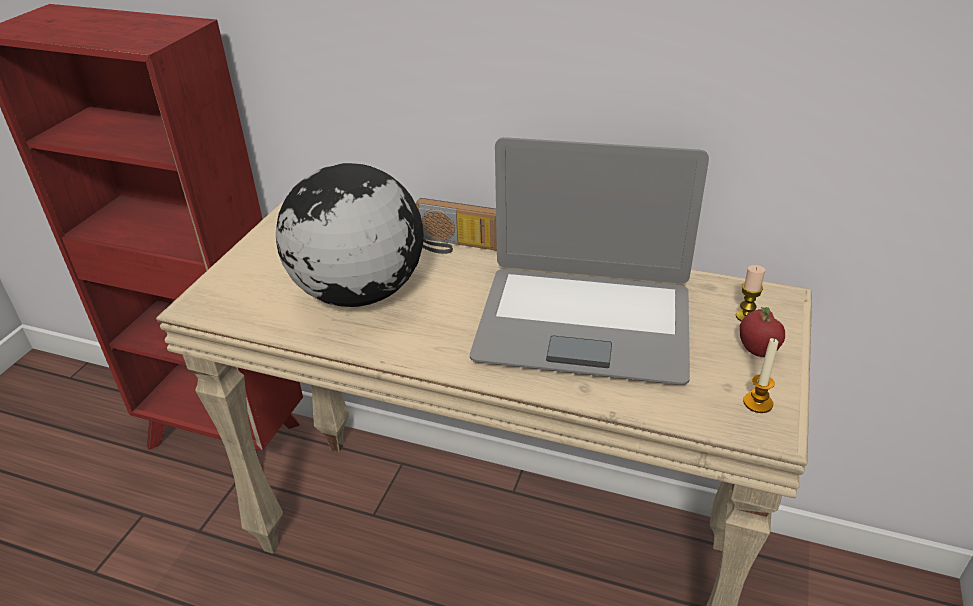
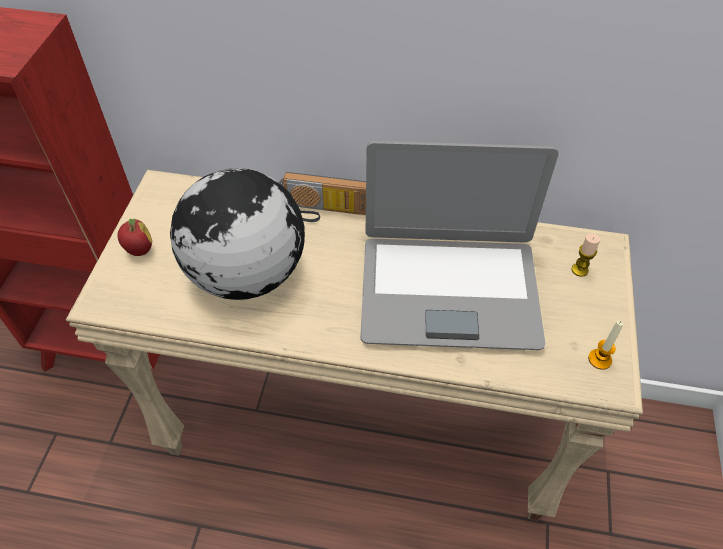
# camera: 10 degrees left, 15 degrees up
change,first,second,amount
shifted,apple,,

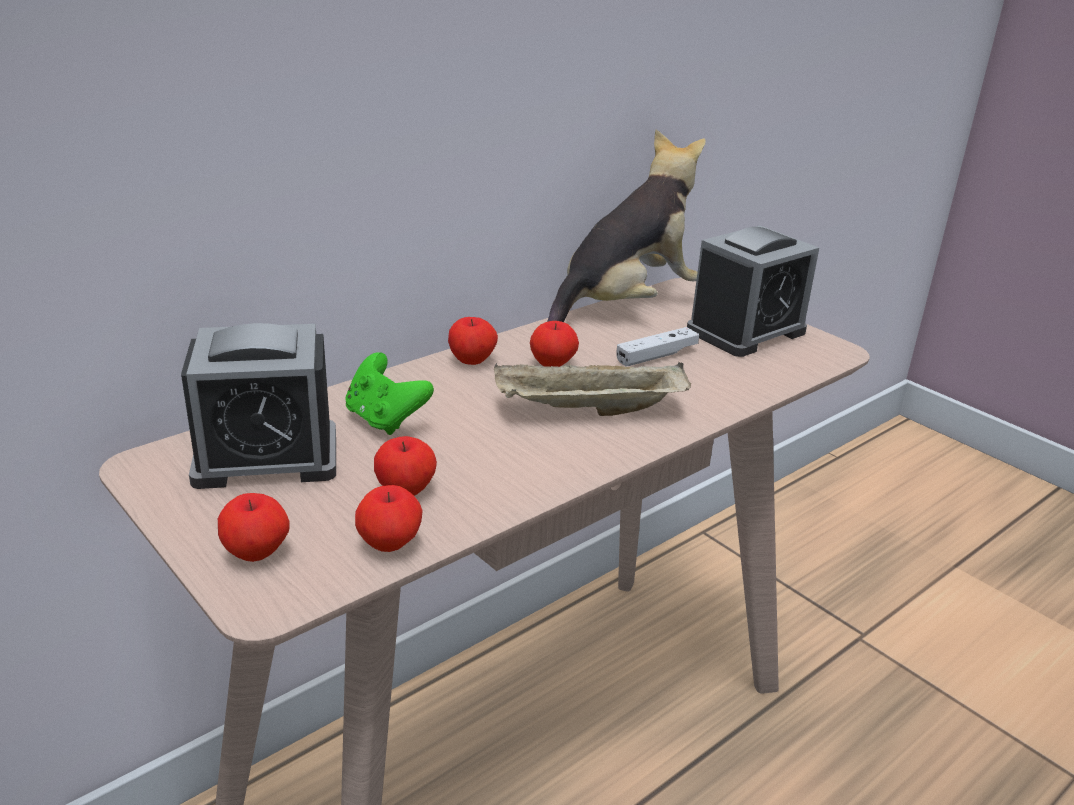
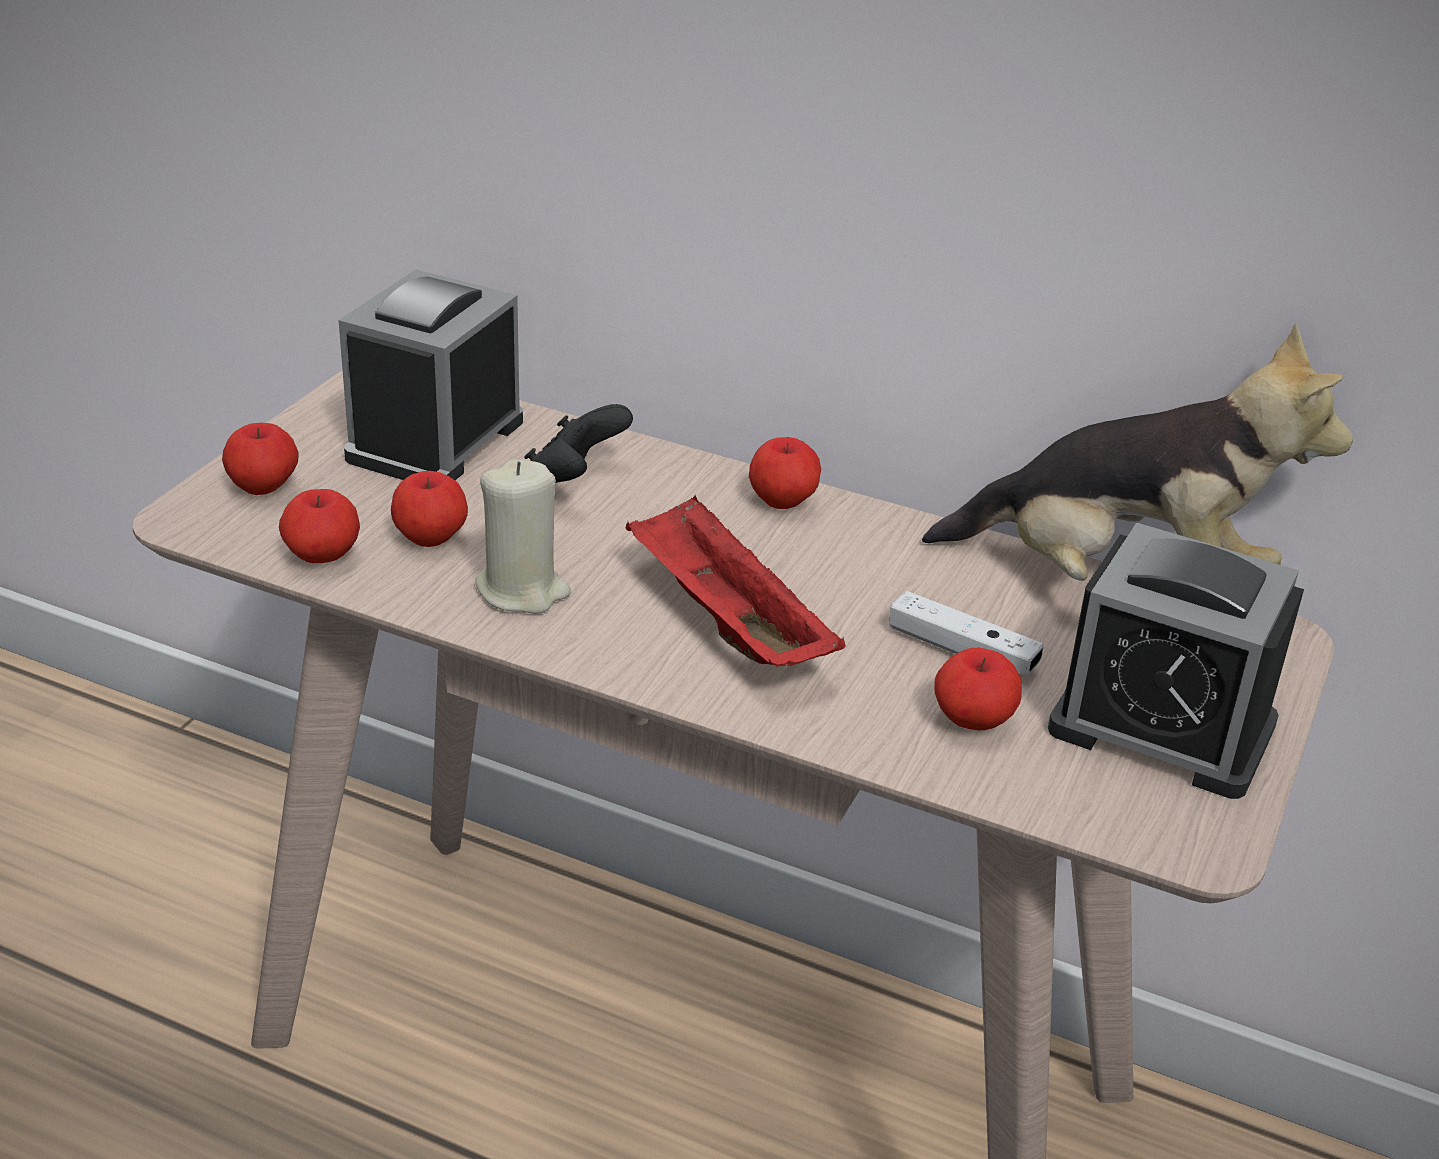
# camera: 65 degrees right, 5 degrees up
change,first,second,amount
new,,candle/beige,
shifted,apple (no. 5 from left),,
repainted,game controller/green,game controller/black,
repainted,tray/beige,tray/red,
rotated,alarm clock (no. 1 from left),,60 degrees clockwise

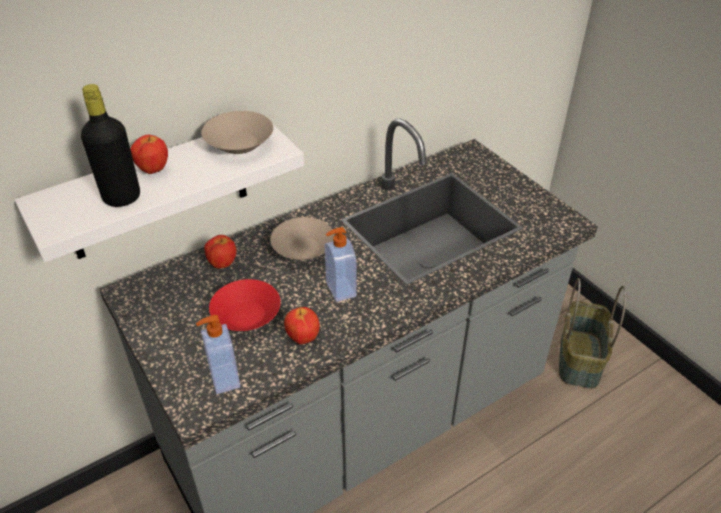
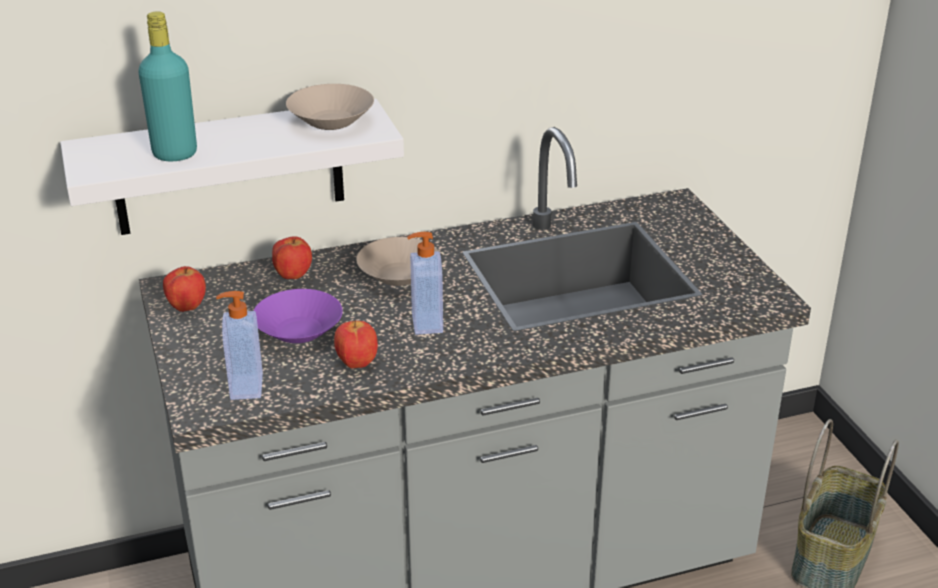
# camera: 15 degrees right, 10 degrees down
change,first,second,amount
shifted,apple (no. 1 from left),,
repainted,bottle/black,bottle/turquoise,
repainted,bowl/red,bowl/purple,

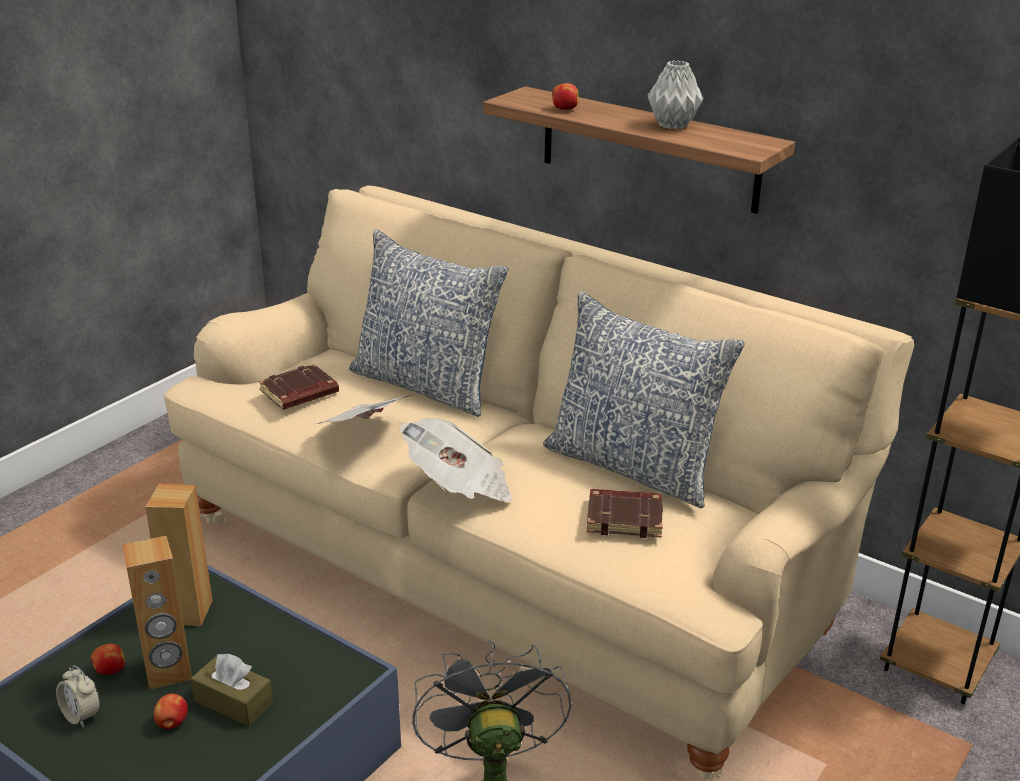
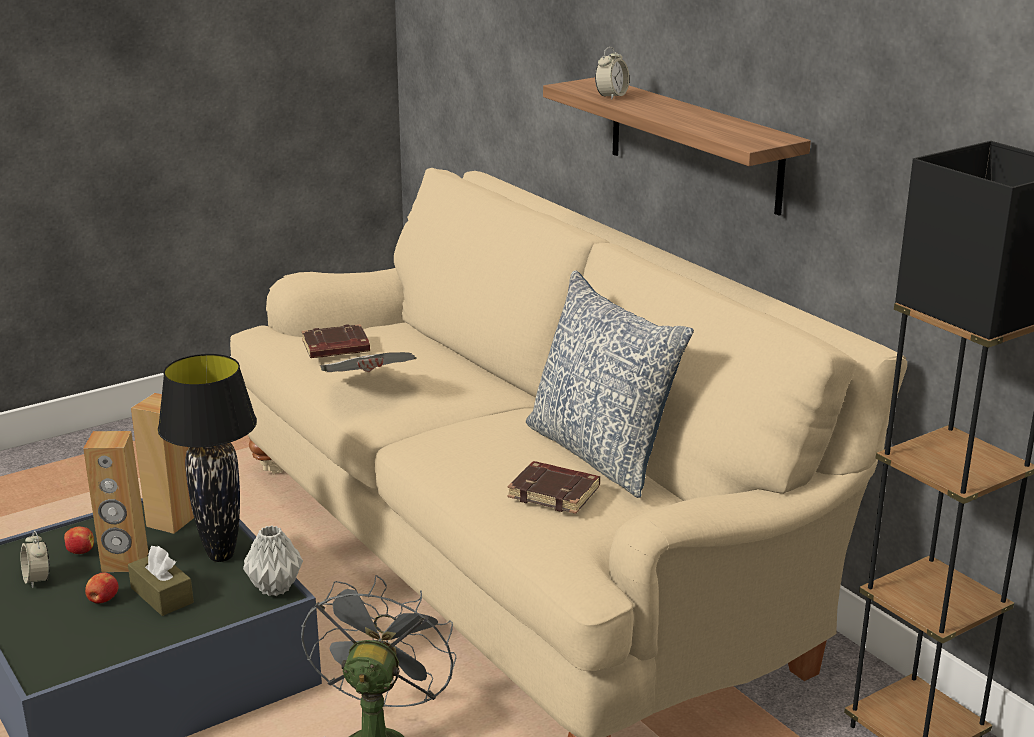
# camera: 20 degrees right, 5 degrees down
change,first,second,amount
gone,pillow (no. 1 from left),,
gone,newspaper (no. 2 from left),,
new,,table lamp/black,
shifted,vase/grey,,
swapped,apple (no. 3 from left),alarm clock (no. 2 from left),

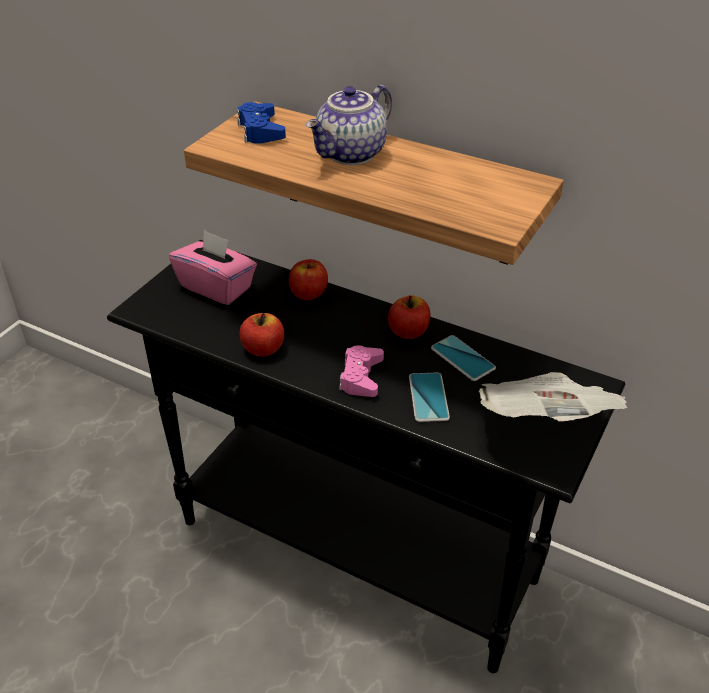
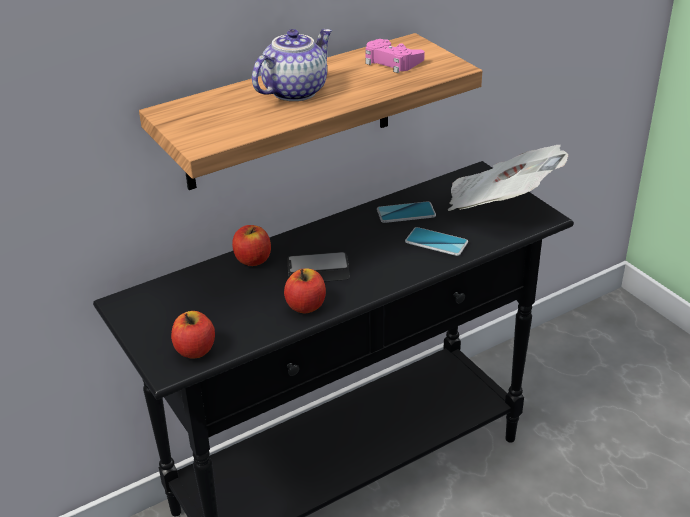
# camera: 60 degrees left, 5 degrees down
change,first,second,amount
gone,tissue box/pink,,
gone,game controller/blue,,
new,,phone (no. 1 from left),
shifted,game controller/pink,,
shifted,apple (no. 3 from left in the first image),apple (no. 1 from left),
rotated,teapot,,120 degrees counterclockwise

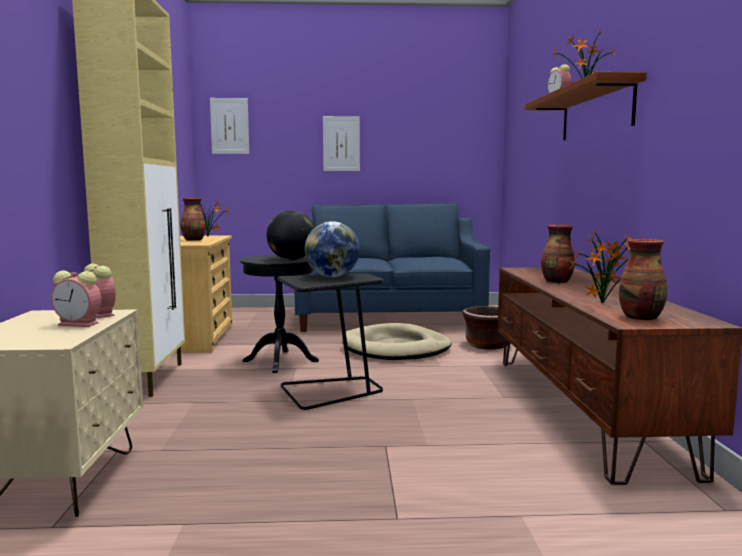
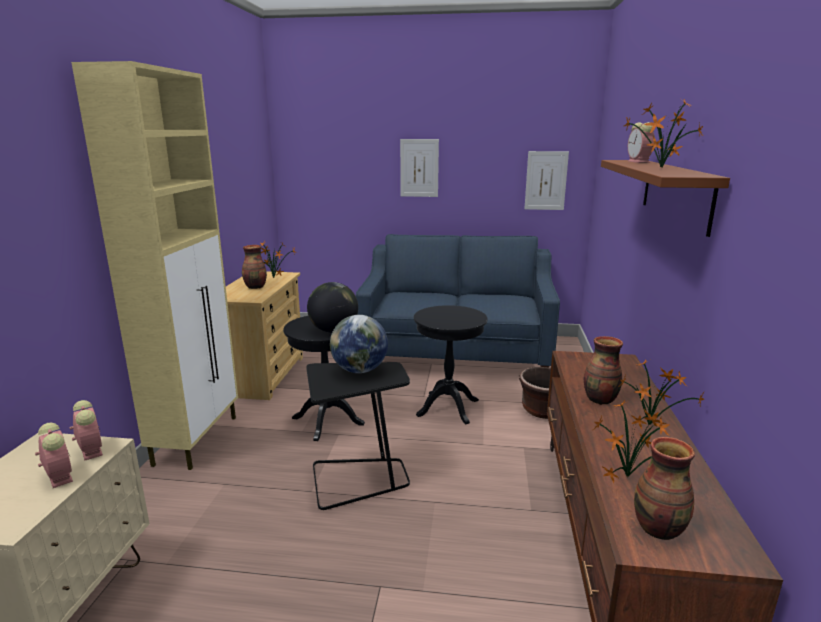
# camera: 10 degrees right, 10 degrees up
change,first,second,amount
shifted,picture (no. 1 from left in the first image),picture (no. 2 from left),
swapped,dog bed/beige,side table/black (no. 3 from left),
rotated,alarm clock (no. 1 from left),,150 degrees counterclockwise

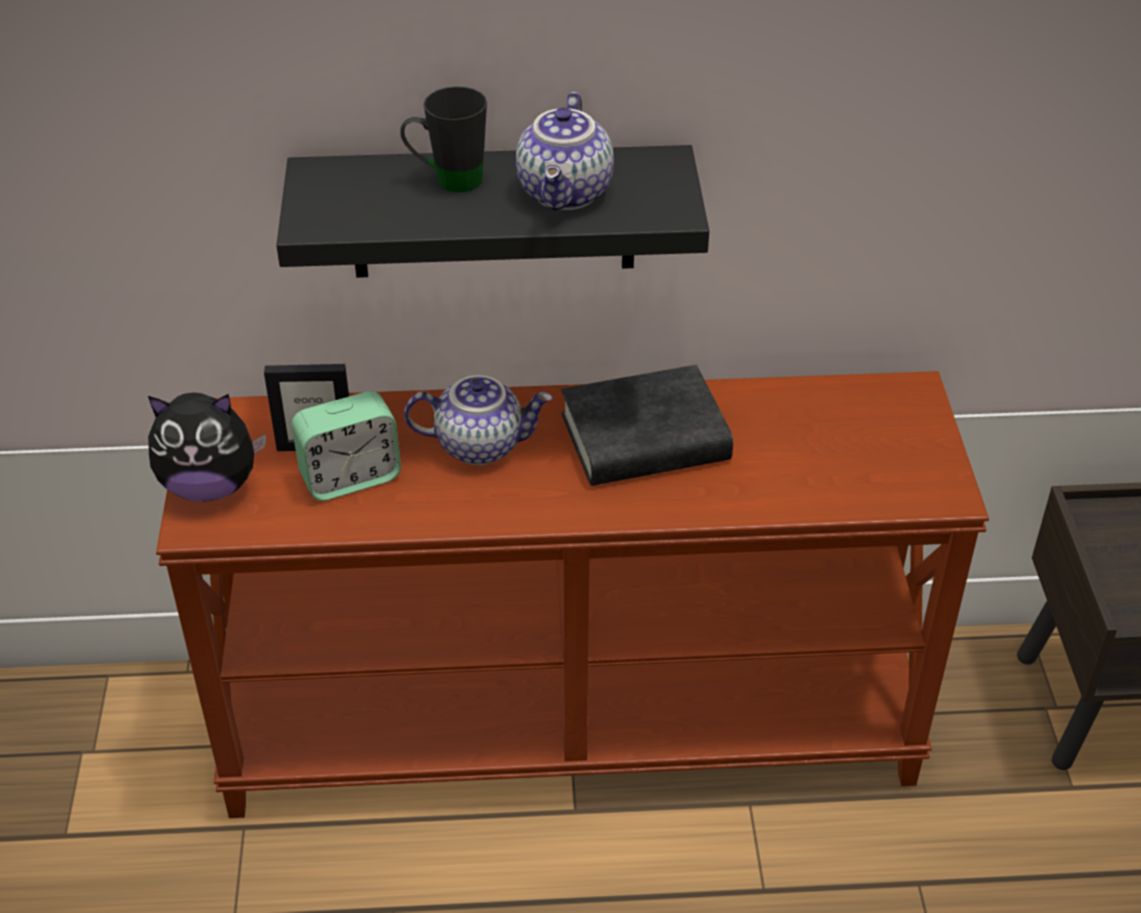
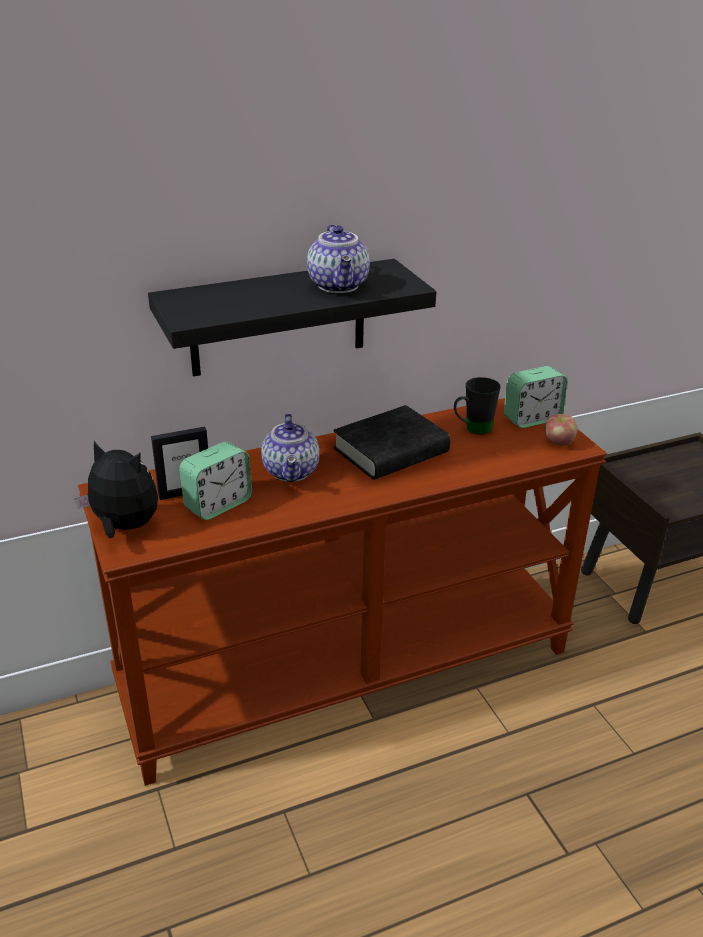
# camera: 20 degrees left, 10 degrees down
change,first,second,amount
new,,alarm clock (no. 2 from left),
new,,apple,
shifted,mug/black,,
rotated,plush toy,,135 degrees counterclockwise
rotated,teapot (no. 1 from left),,105 degrees clockwise

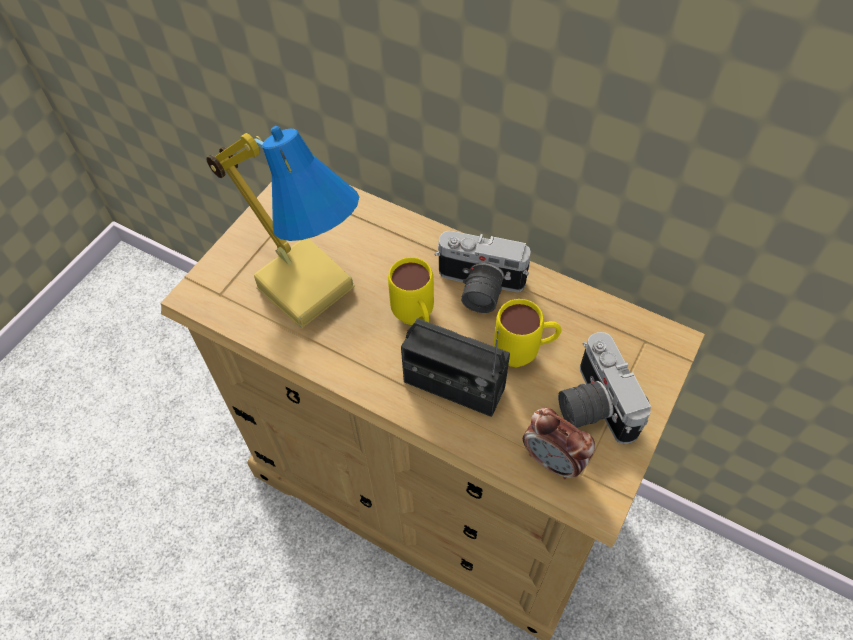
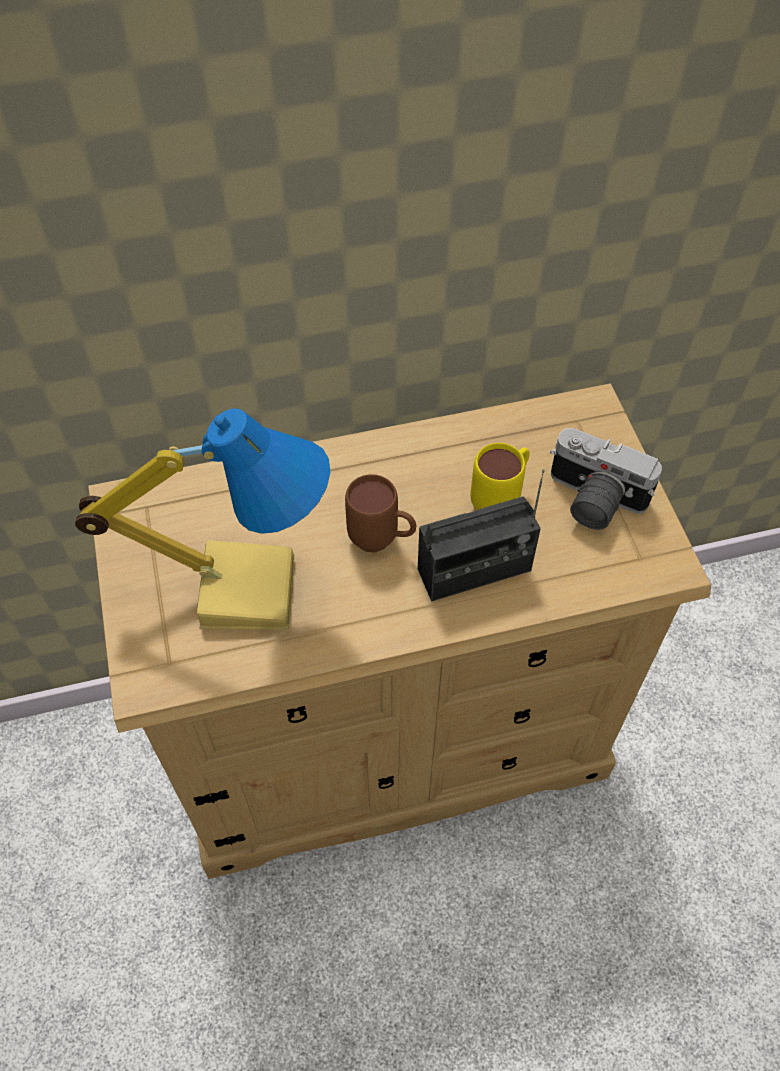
# camera: 45 degrees left, 0 degrees up
change,first,second,amount
gone,photo camera (no. 1 from left),,
gone,alarm clock,,
repainted,mug/yellow (no. 1 from left),mug/brown,

